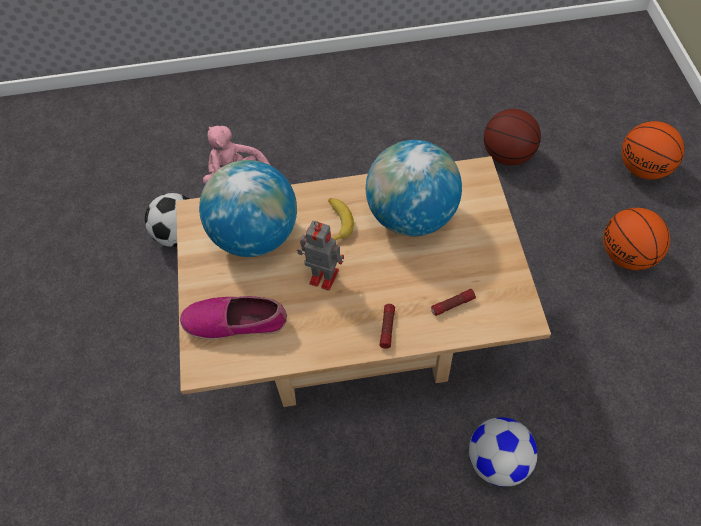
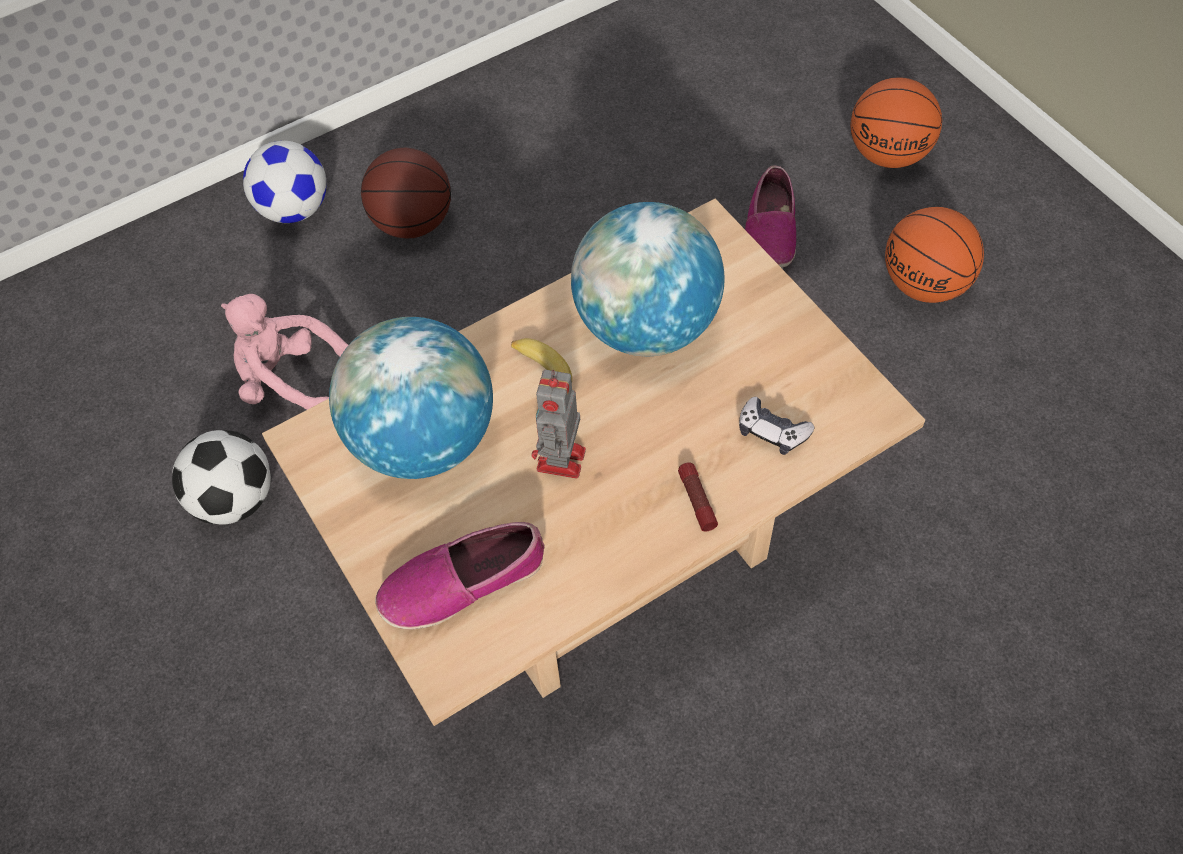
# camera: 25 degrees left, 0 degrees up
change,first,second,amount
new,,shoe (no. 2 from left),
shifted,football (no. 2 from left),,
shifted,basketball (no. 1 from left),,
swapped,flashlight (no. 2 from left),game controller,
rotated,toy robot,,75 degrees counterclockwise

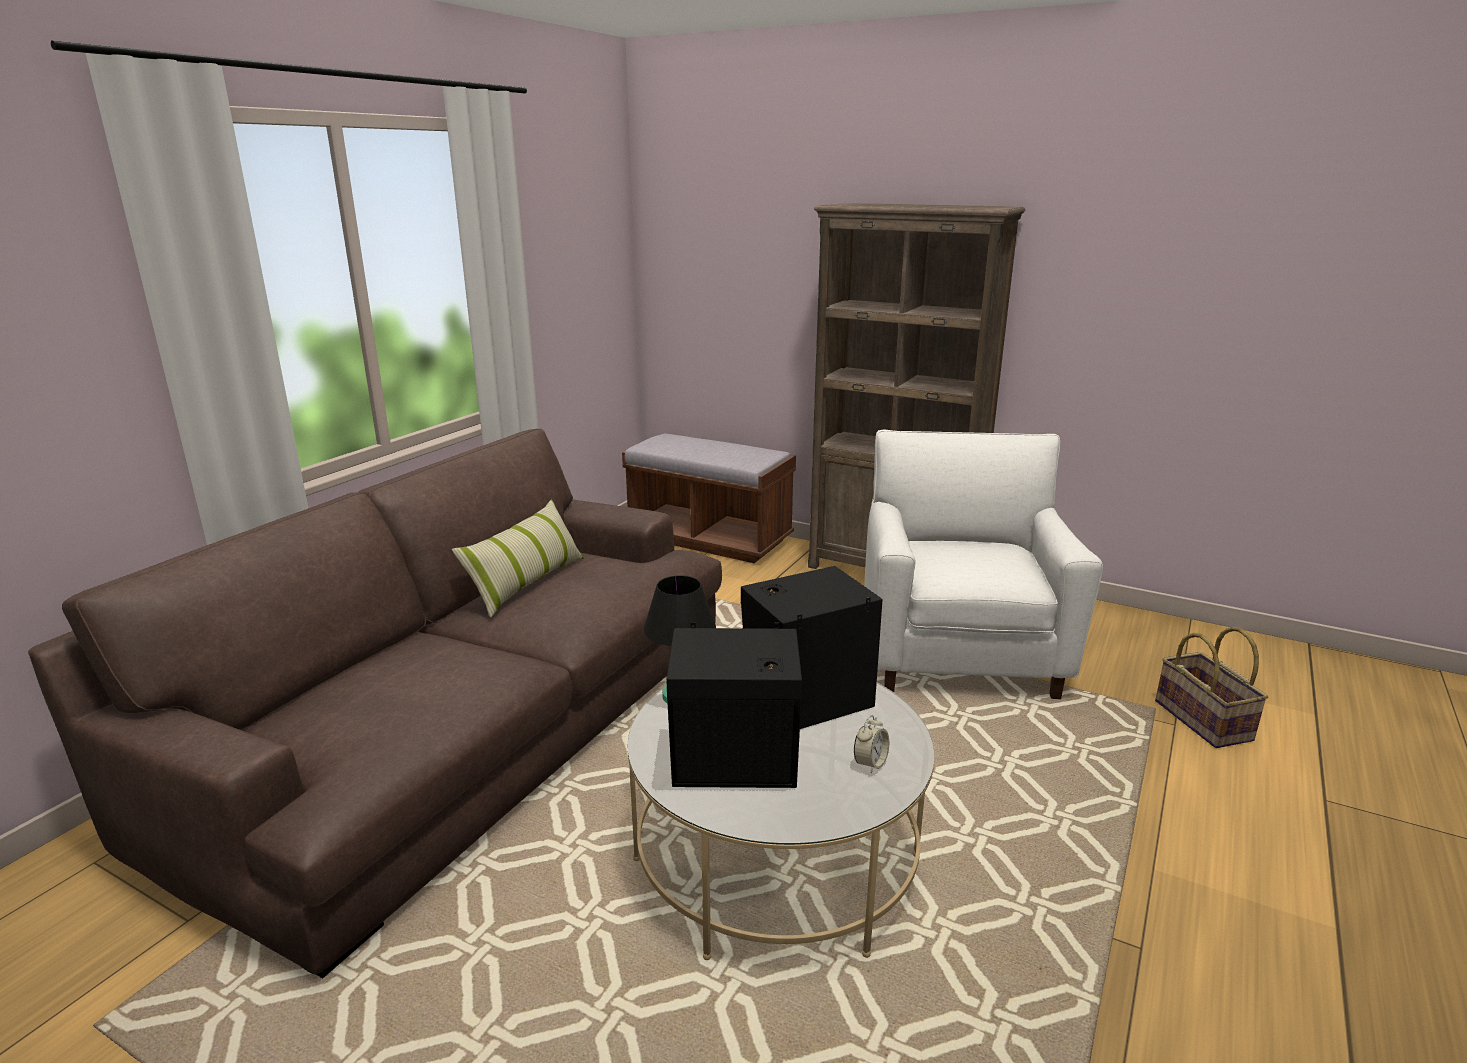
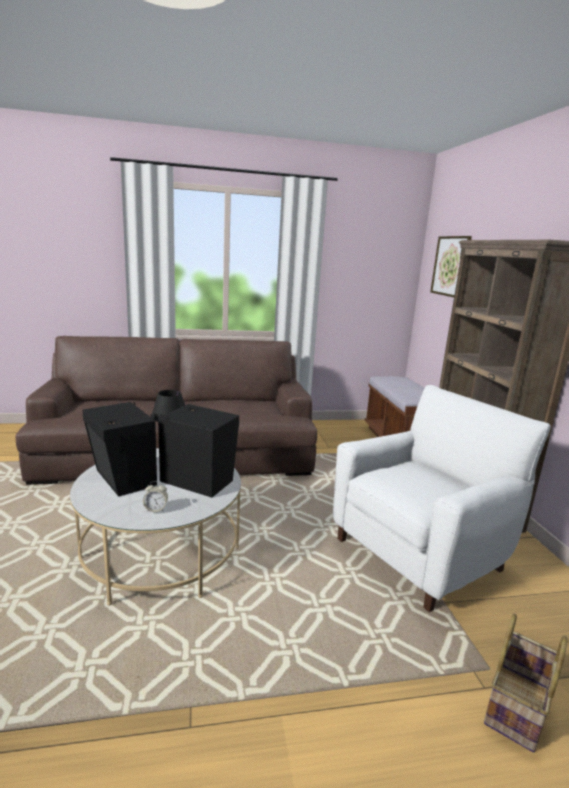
# camera: 50 degrees right, 5 degrees down
change,first,second,amount
gone,pillow,,
new,,picture,

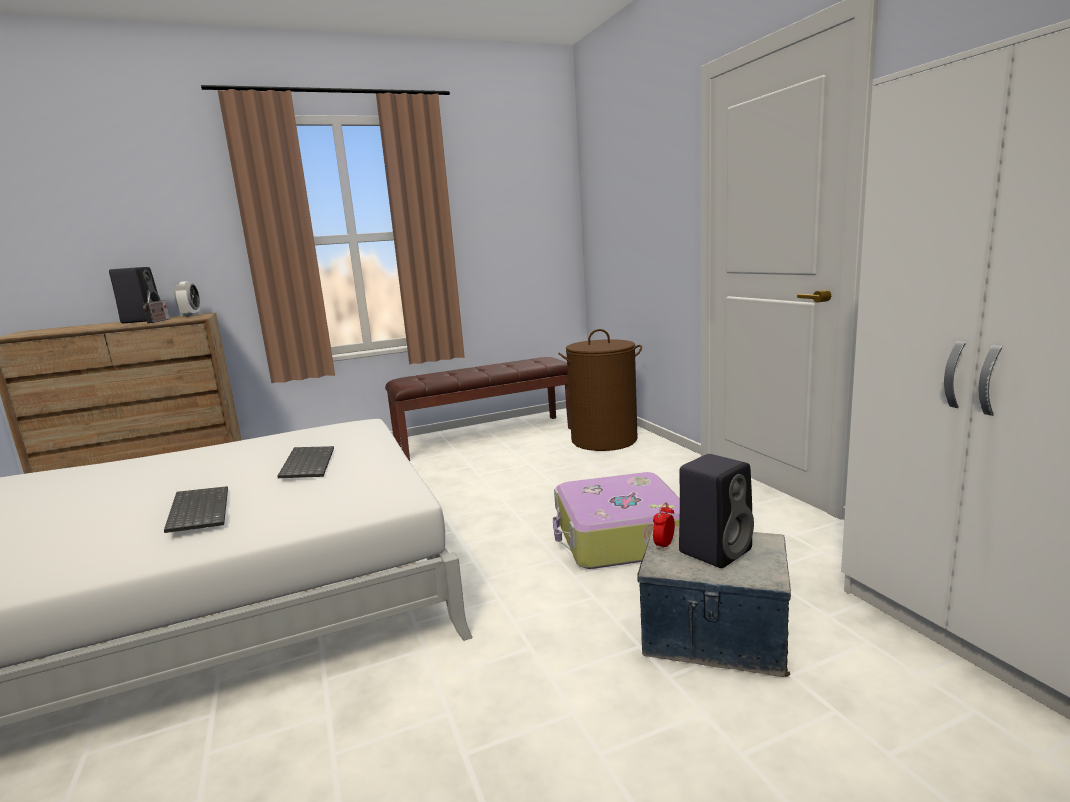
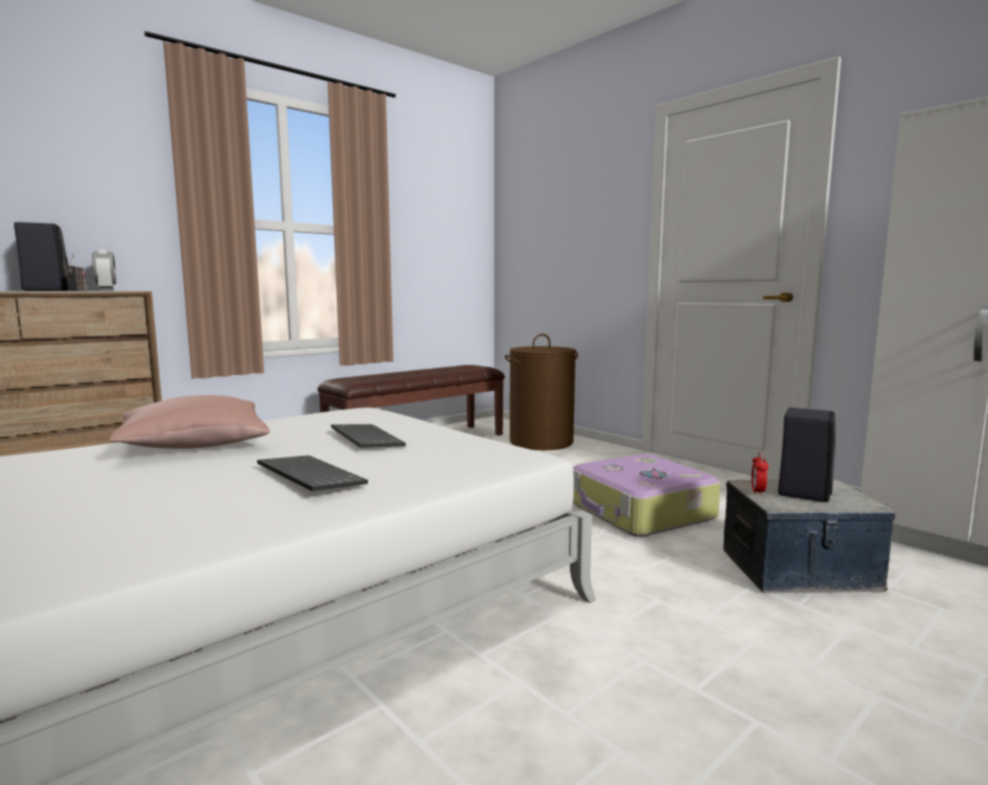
# camera: 20 degrees left, 5 degrees down
change,first,second,amount
new,,pillow/pink,

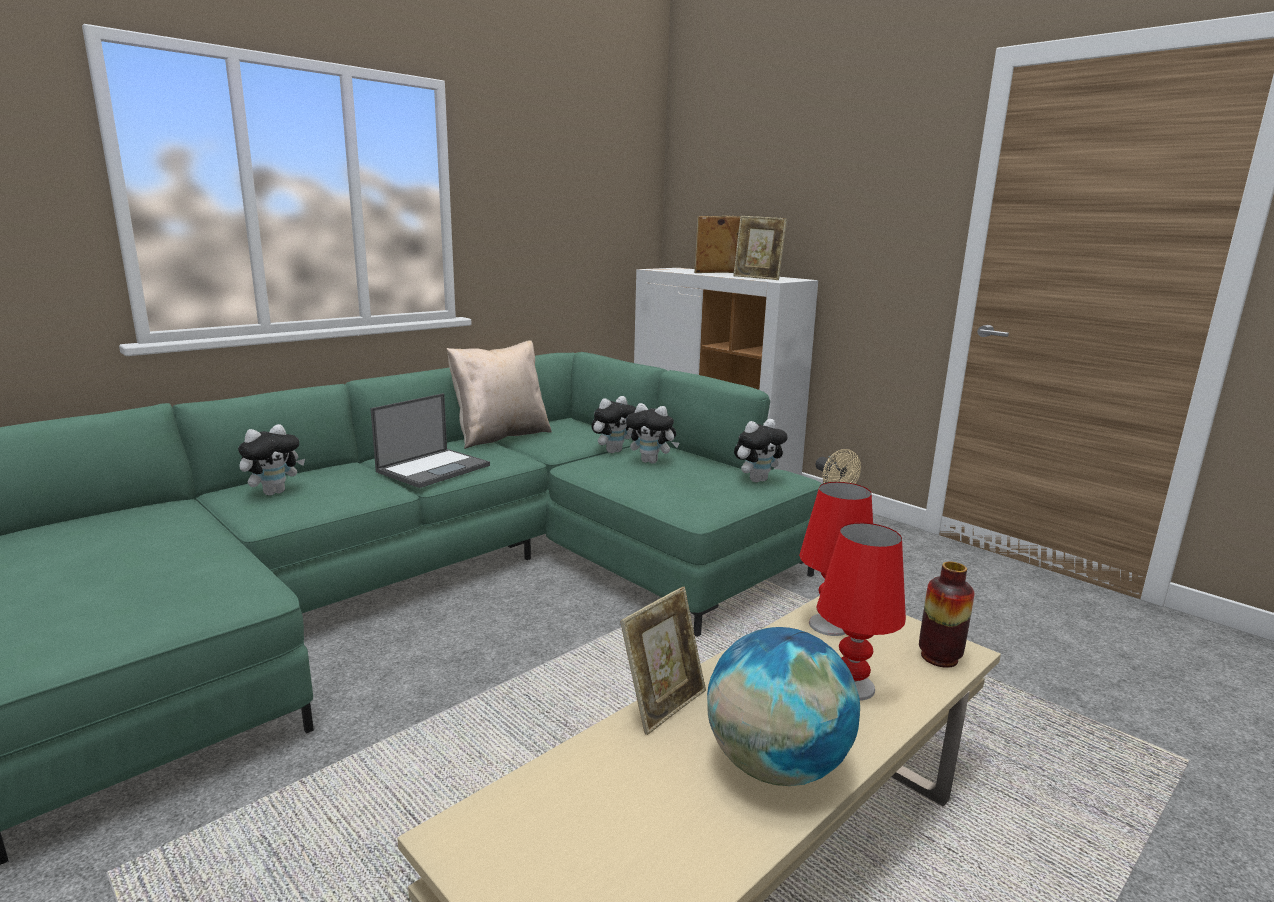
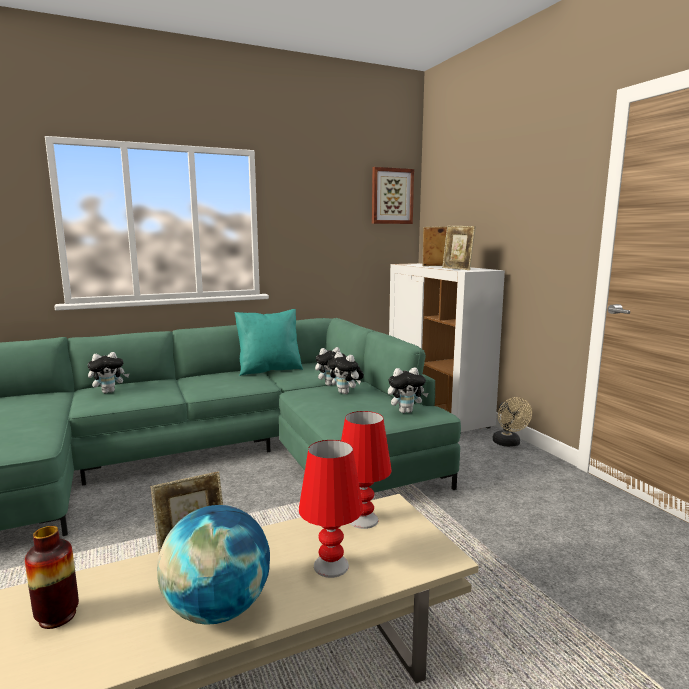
# camera: 20 degrees right, 5 degrees down
change,first,second,amount
gone,laptop,,
new,,picture,
shifted,vase,,
repainted,pillow/beige,pillow/turquoise,

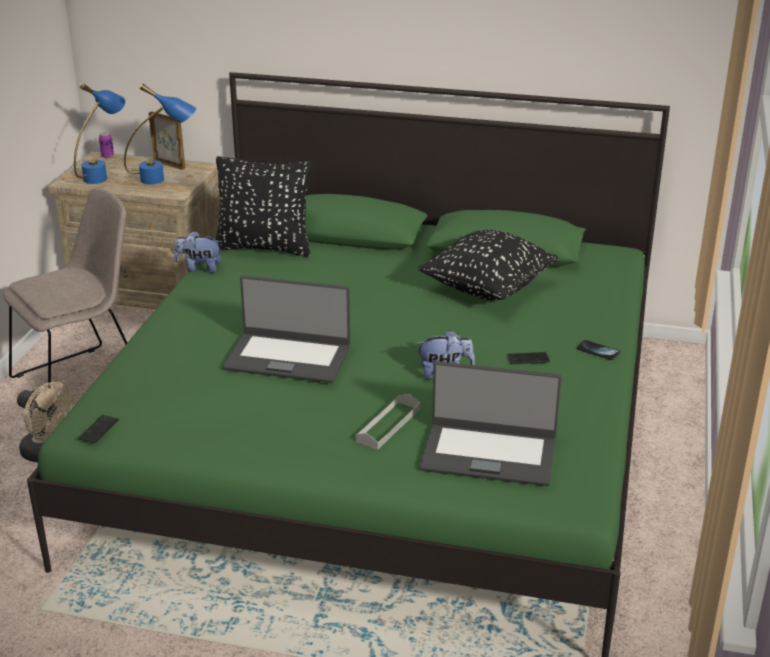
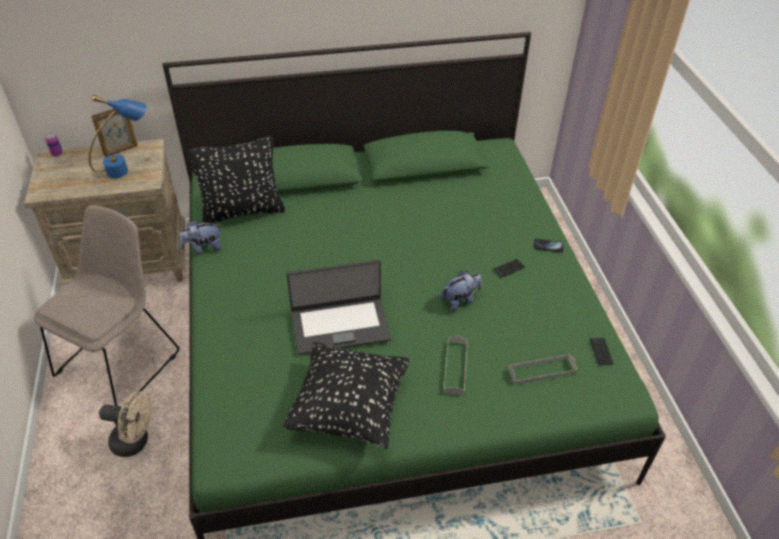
# camera: 25 degrees left, 15 degrees up
change,first,second,amount
gone,table lamp/blue (no. 1 from left),,
shifted,phone (no. 1 from left in the first image),phone (no. 3 from left),
shifted,pillow/black (no. 2 from left),,
swapped,laptop (no. 2 from left),tray/grey (no. 2 from left),
rotated,picture frame,,135 degrees clockwise

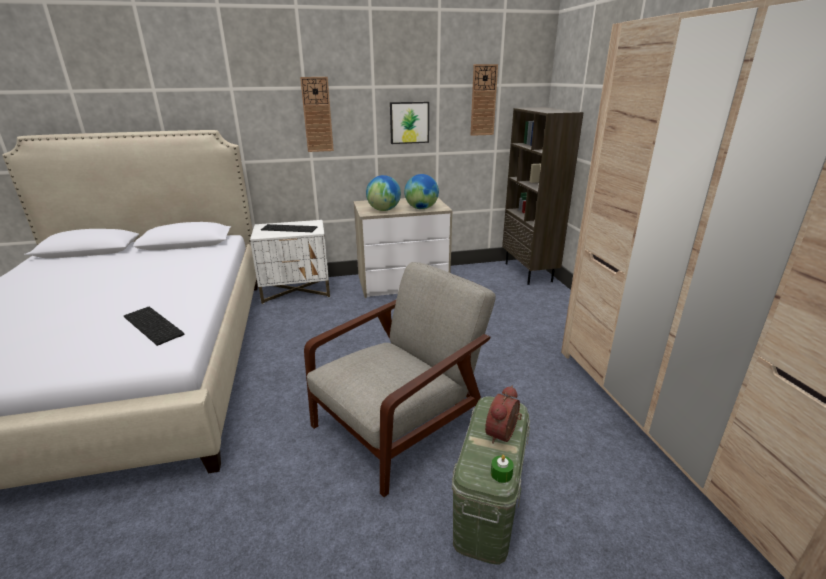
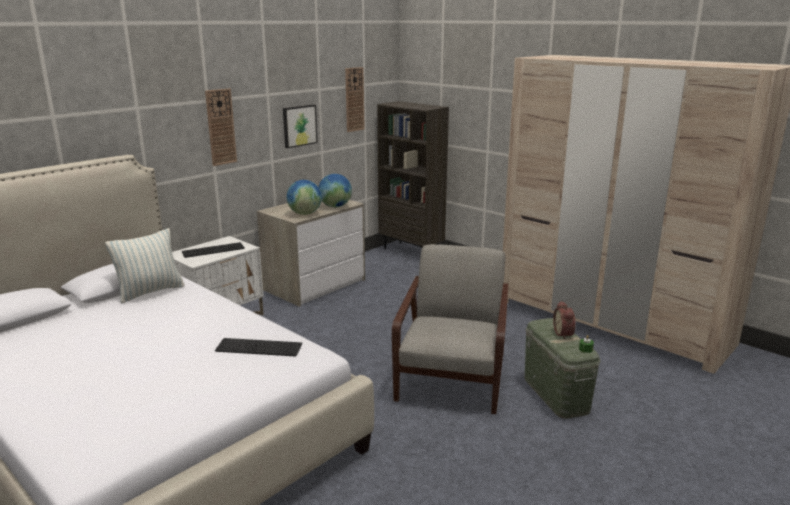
# camera: 35 degrees left, 5 degrees down
change,first,second,amount
new,,pillow,

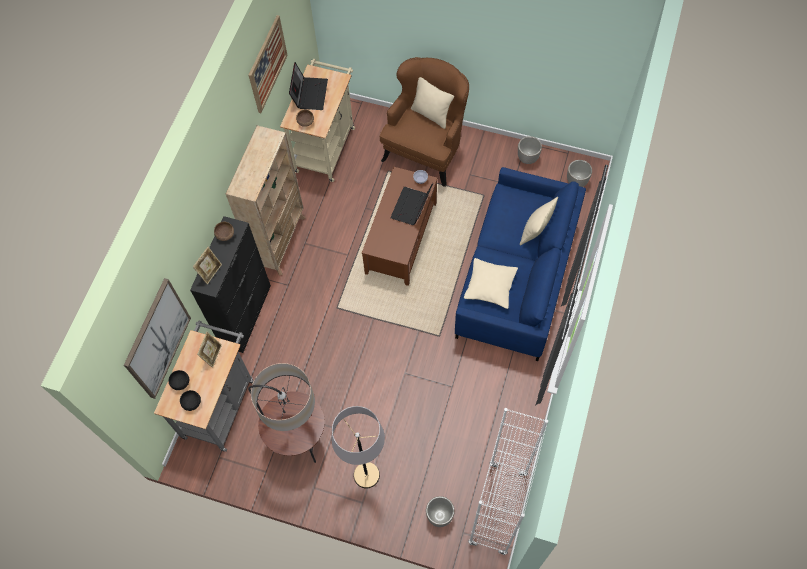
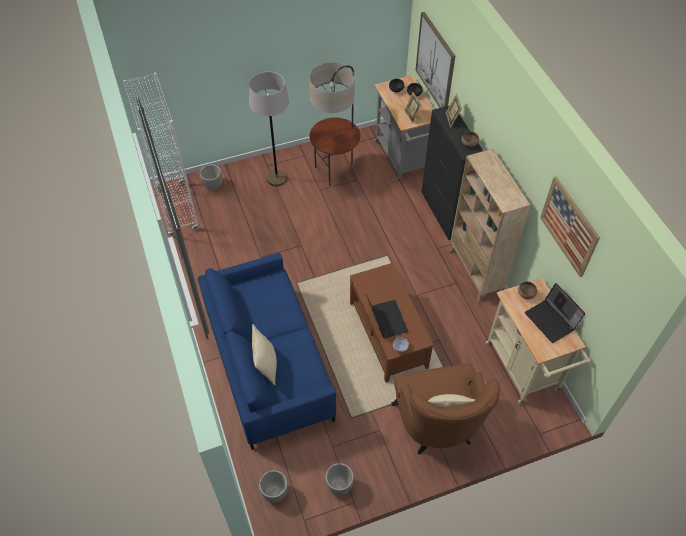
# camera: 140 degrees right, 10 degrees down
change,first,second,amount
gone,pillow/beige (no. 2 from left),,

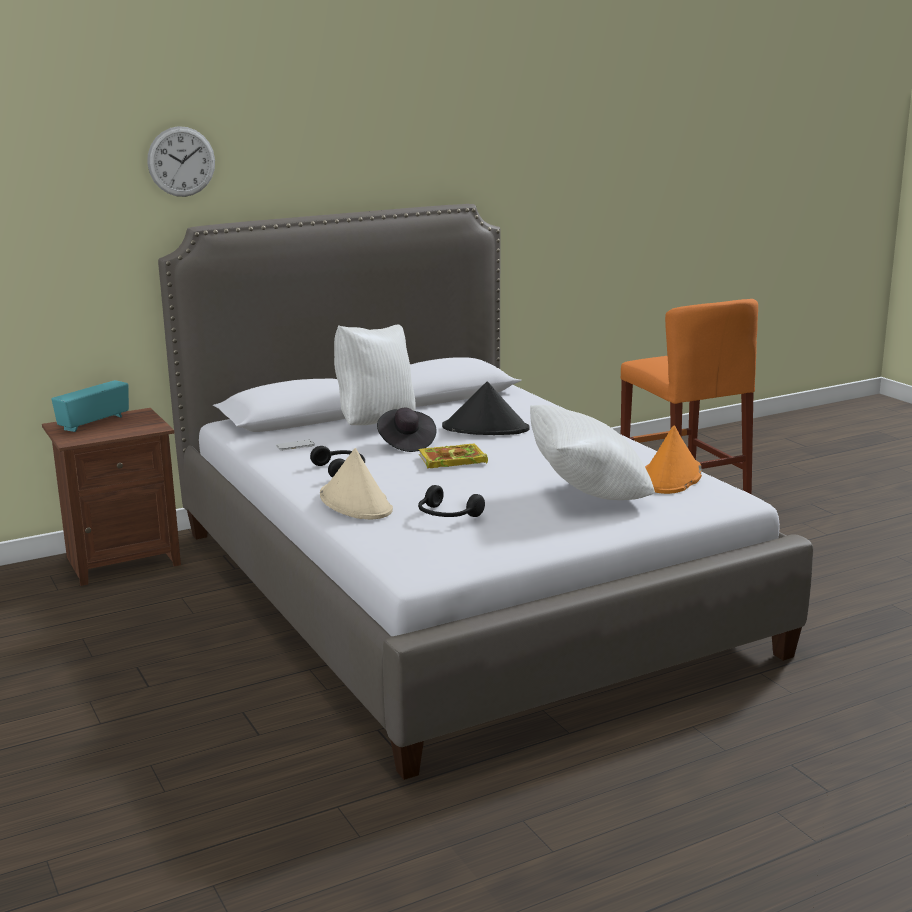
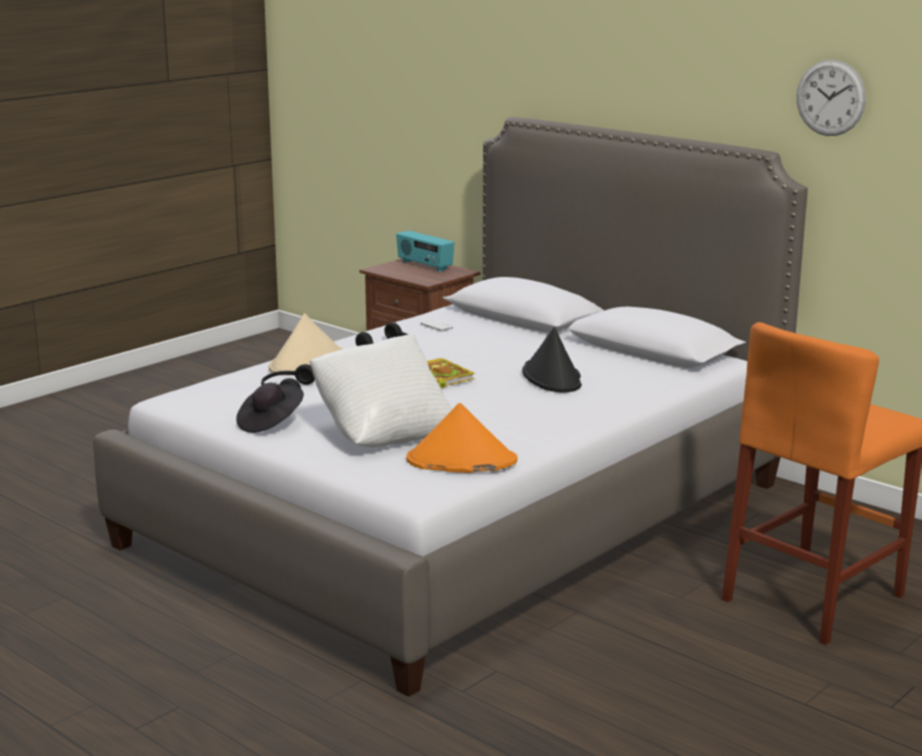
# camera: 70 degrees right, 0 degrees up
change,first,second,amount
gone,pillow/white (no. 1 from left),,
shifted,wall clock,,
shifted,hat/black (no. 1 from left),,
rotated,radio,,150 degrees counterclockwise

